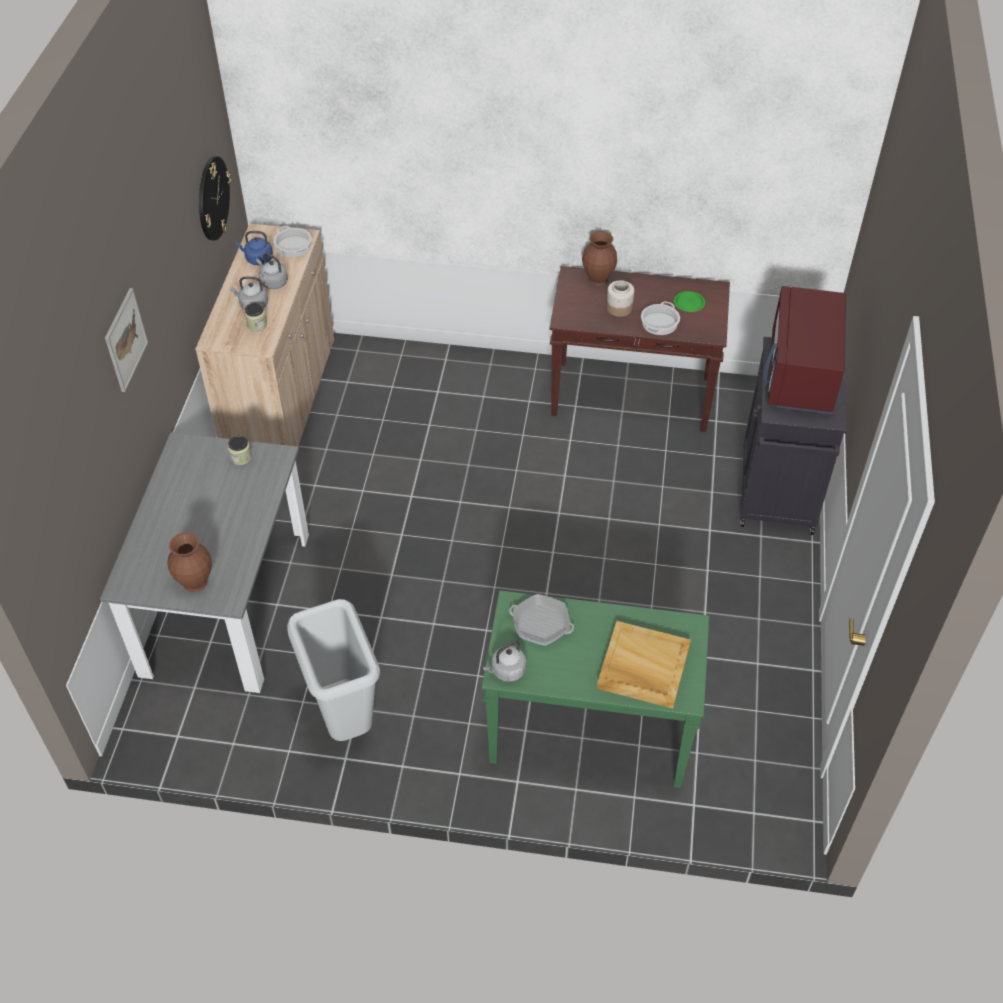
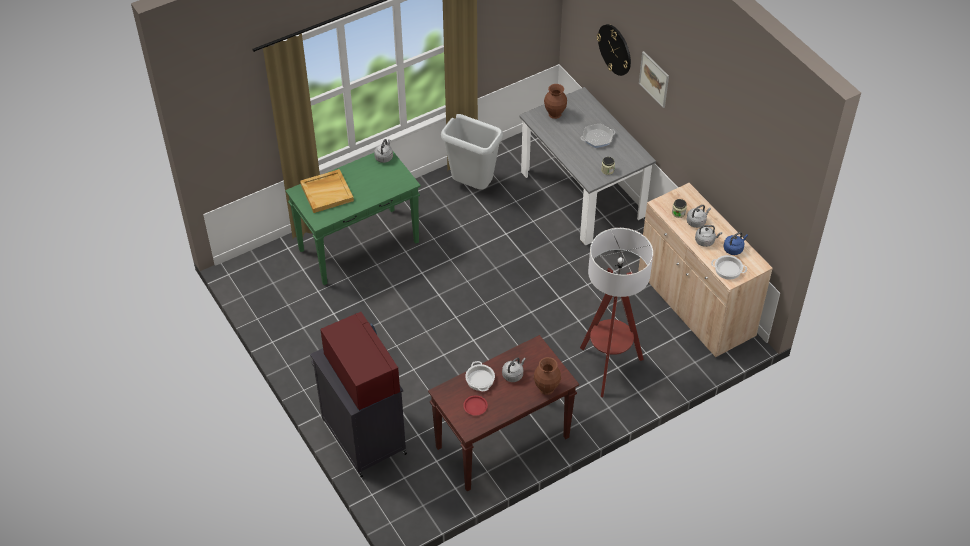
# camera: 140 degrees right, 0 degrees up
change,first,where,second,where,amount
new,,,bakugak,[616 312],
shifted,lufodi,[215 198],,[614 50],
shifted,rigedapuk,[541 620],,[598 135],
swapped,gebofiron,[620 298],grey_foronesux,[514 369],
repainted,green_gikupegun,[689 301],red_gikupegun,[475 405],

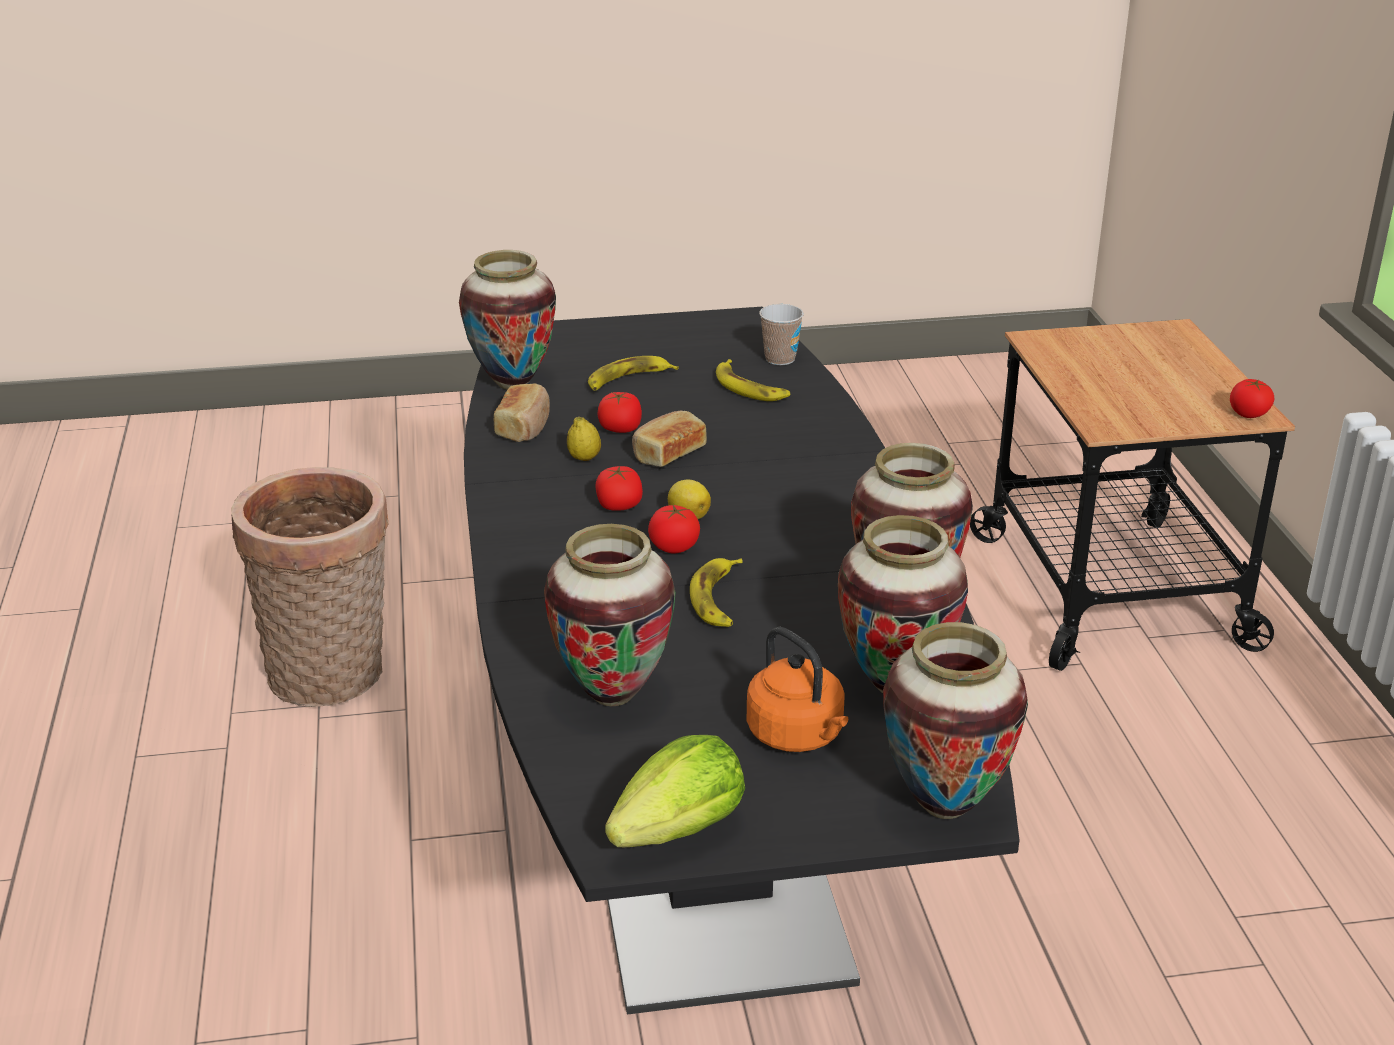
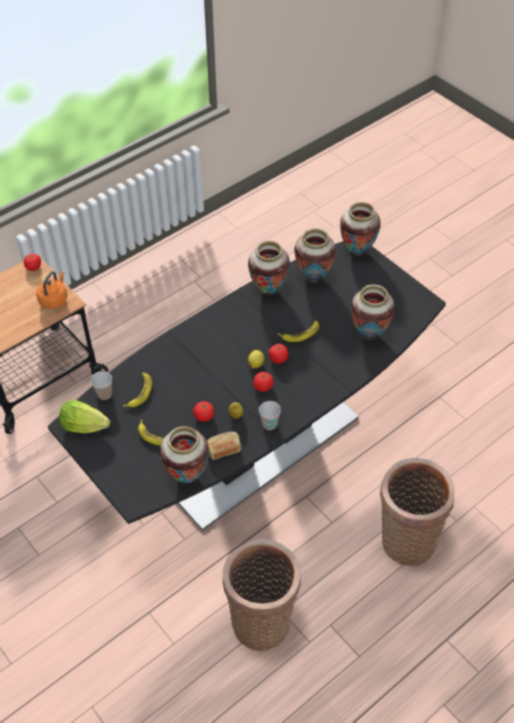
# camera: 120 degrees left, 20 degrees up
change,first,where,second,where,amount
gone,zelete,[669 439],,,
new,,,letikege,[270 415],
new,,,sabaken,[417 512],
shifted,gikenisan,[675 791],,[84 416],
shifted,orange_foronesux,[797 689],,[51 290],

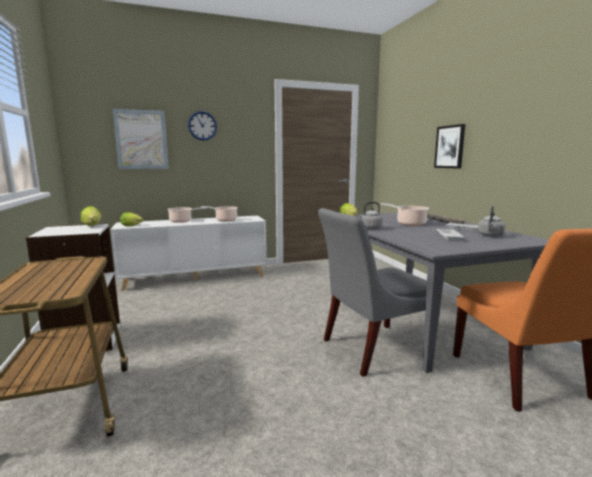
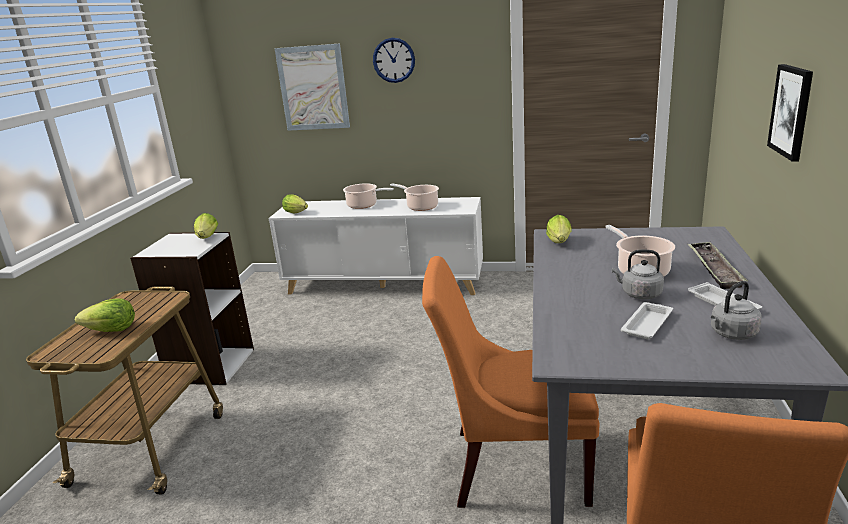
# camera: 30 degrees right, 10 degrees up
change,first,where,second,where,amount
new,,,gikenisan,[105 315],
shifted,grey_foronesux,[369 215],,[638 274],
repainted,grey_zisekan,[372 292],orange_zisekan,[510 382],

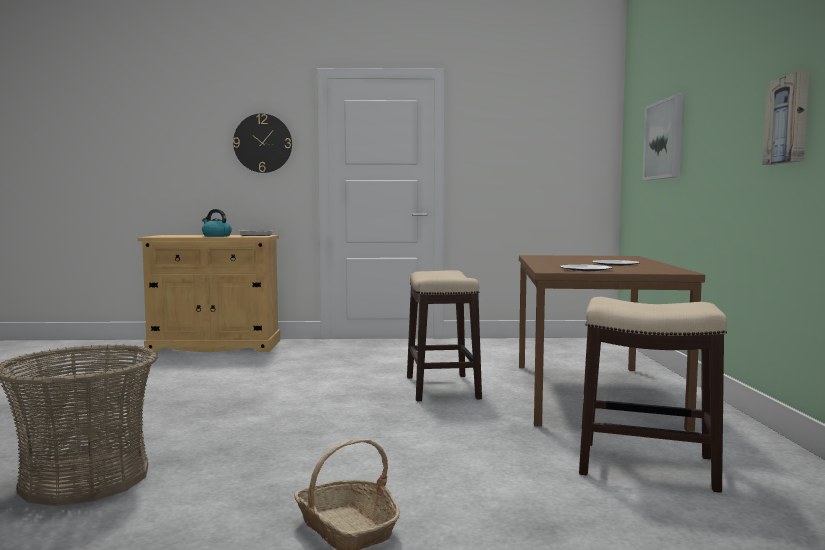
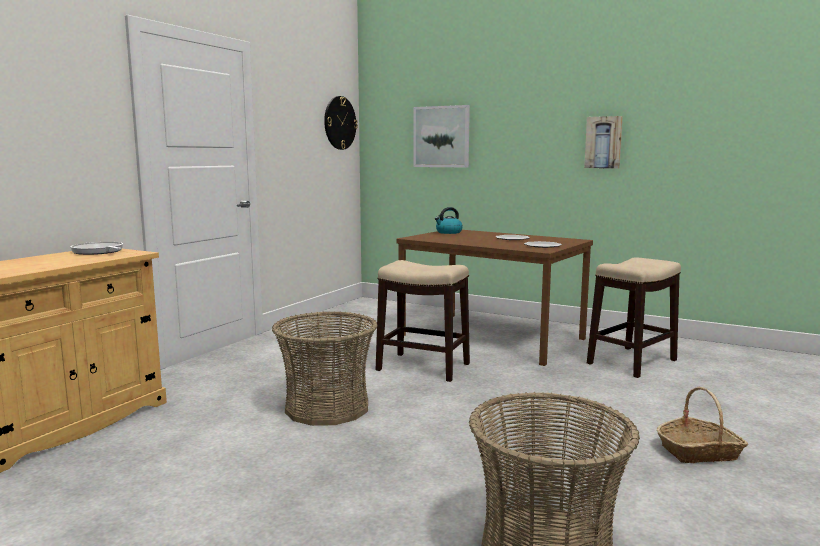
# camera: 60 degrees left, 5 degrees up
change,first,where,second,where,amount
new,,,sabaken,[325 368],
shifted,foronesux,[217 223],,[449 220],
shifted,lufodi,[262 143],,[341 123],

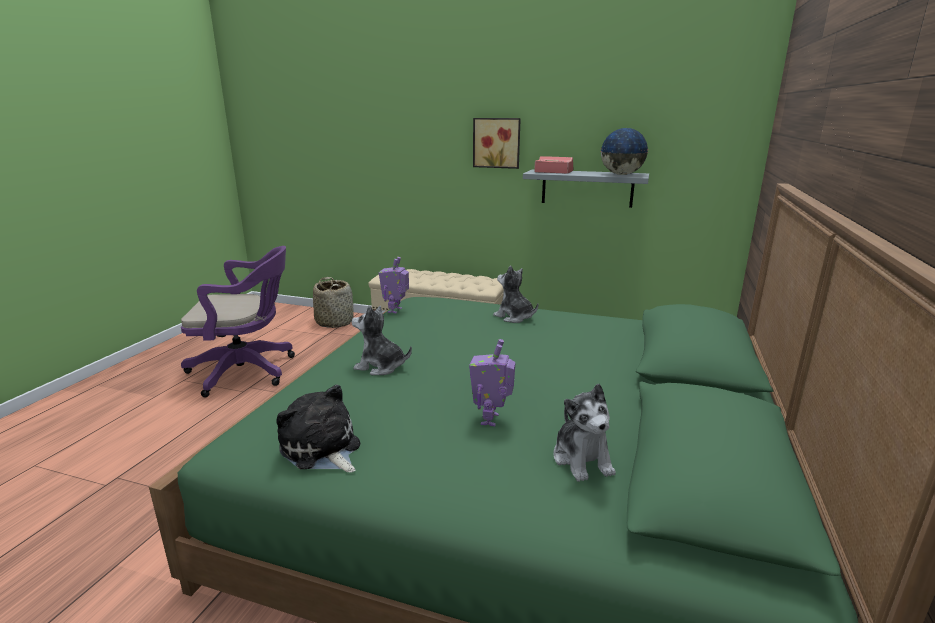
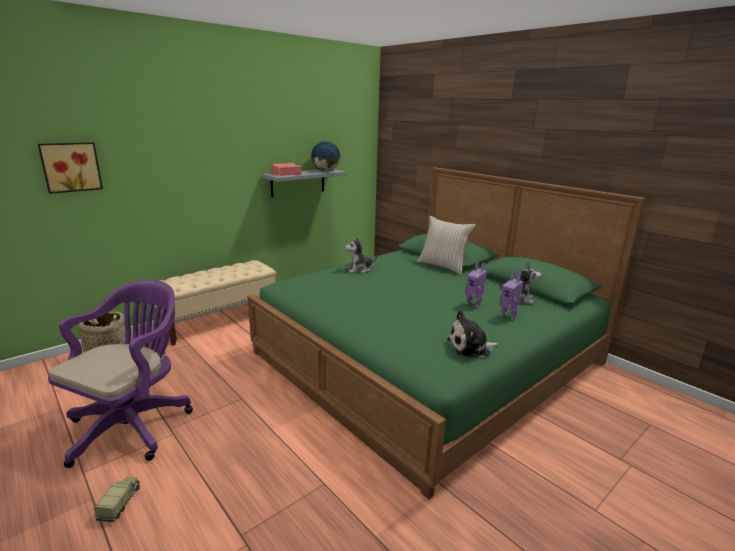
# camera: 60 degrees left, 0 degrees up
change,first,where,second,where,amount
gone,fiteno,[382 340],,,
new,,,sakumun,[117 499],
new,,,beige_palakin,[446 245],
shifted,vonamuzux,[394 285],,[511 295],
shifted,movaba,[497 143],,[70 168],

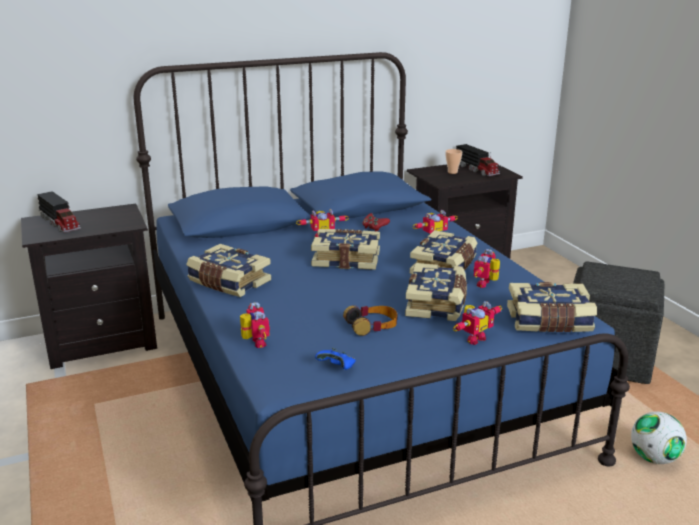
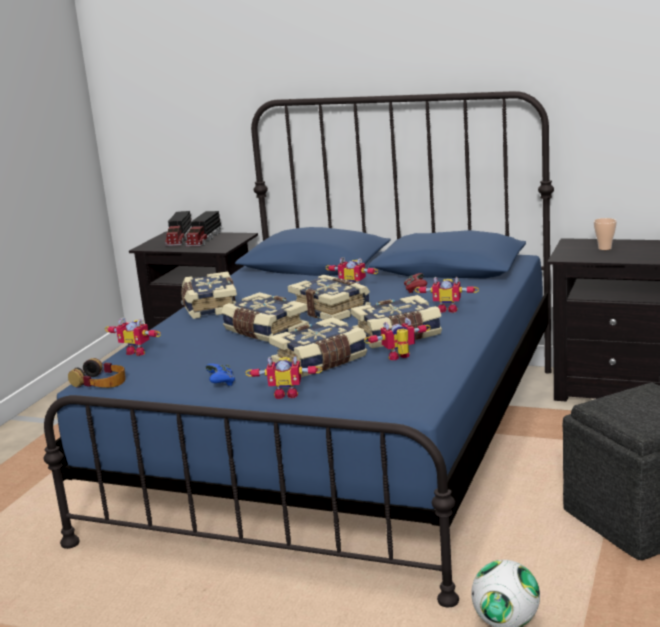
# camera: 45 degrees right, 5 degrees down
change,first,where,second,where,amount
shifted,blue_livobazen,[335 359],,[220 375],
shifted,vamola,[370 320],,[97 373],
shifted,sakumun,[478 160],,[203 229],
shifted,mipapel,[552 307],,[265 317],
rotated,vonamuzux,[255 325],,[133 336],90 degrees clockwise

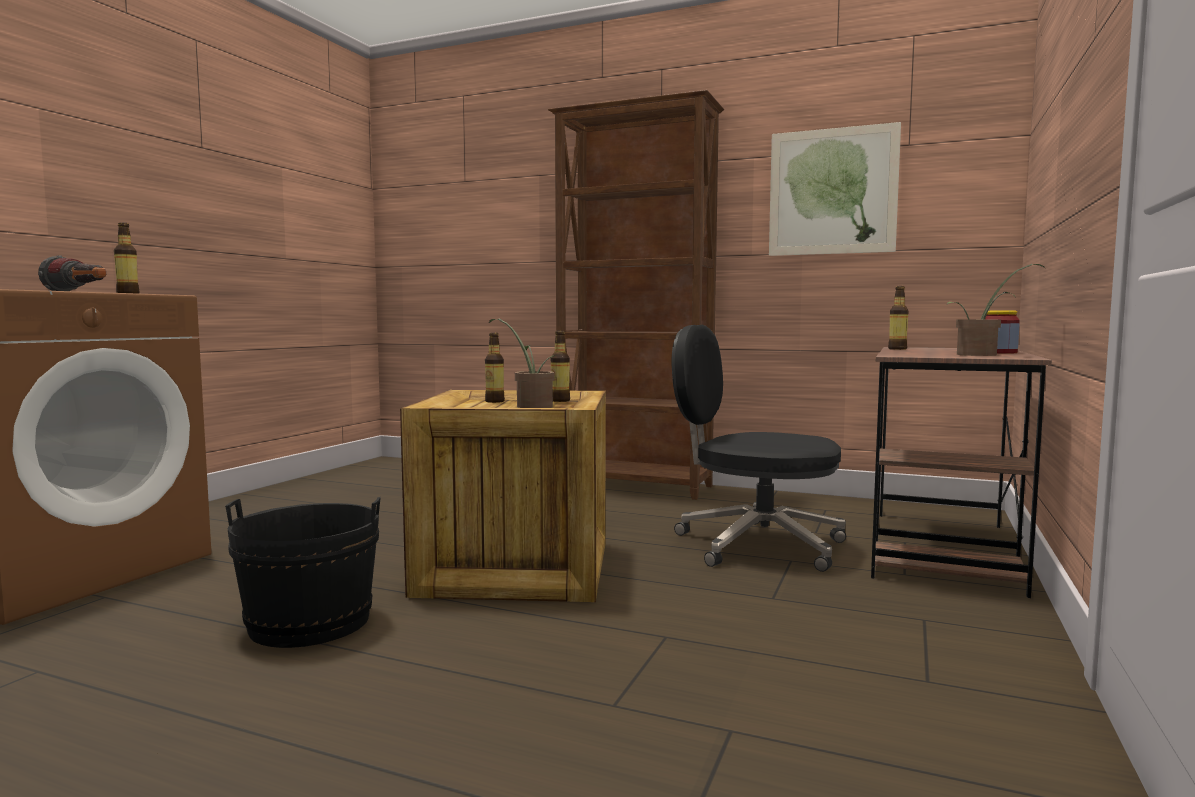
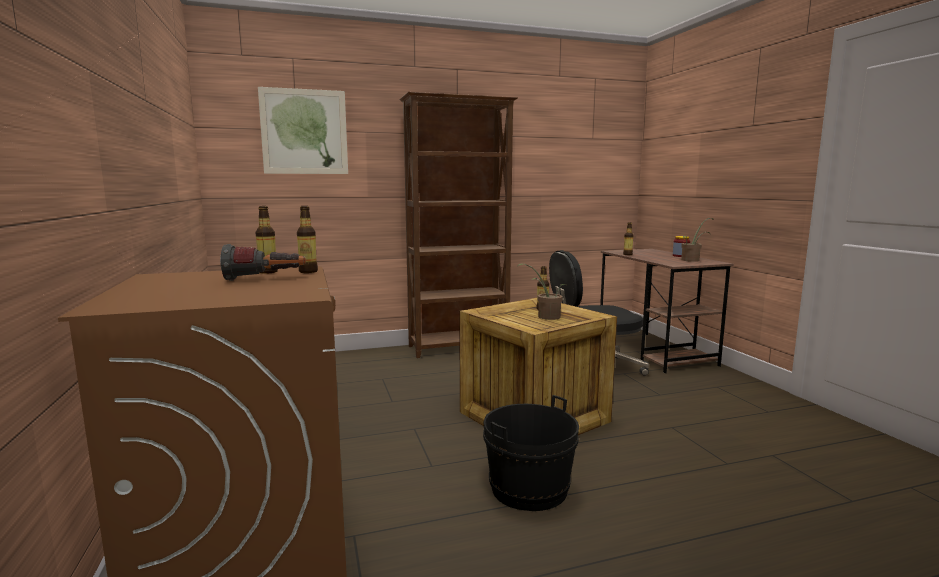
# camera: 40 degrees left, 5 degrees up
change,first,where,second,where,amount
shifted,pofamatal,[495 367],,[307 239],
shifted,movaba,[835 189],,[303 130],

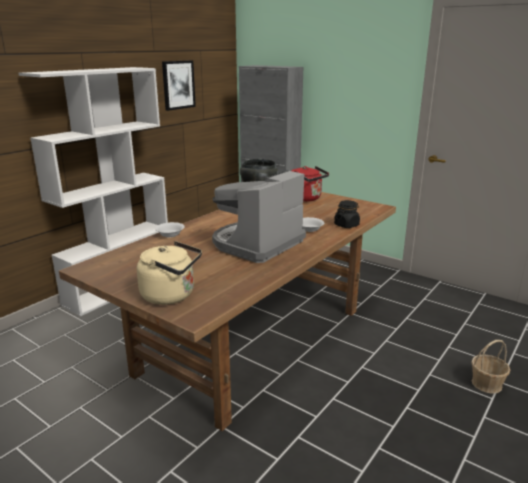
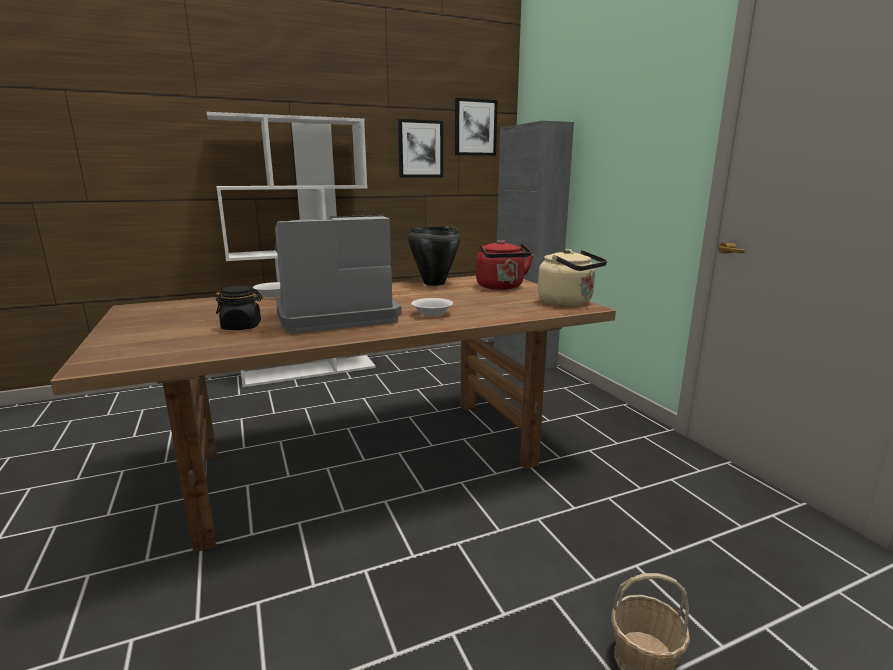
# camera: 30 degrees right, 5 degrees down
change,first,where,second,where,amount
new,,,movaba,[476 127],
shifted,beige_foronesux,[169 273],,[572 277],
shifted,black_gebofiron,[347 214],,[239 308],

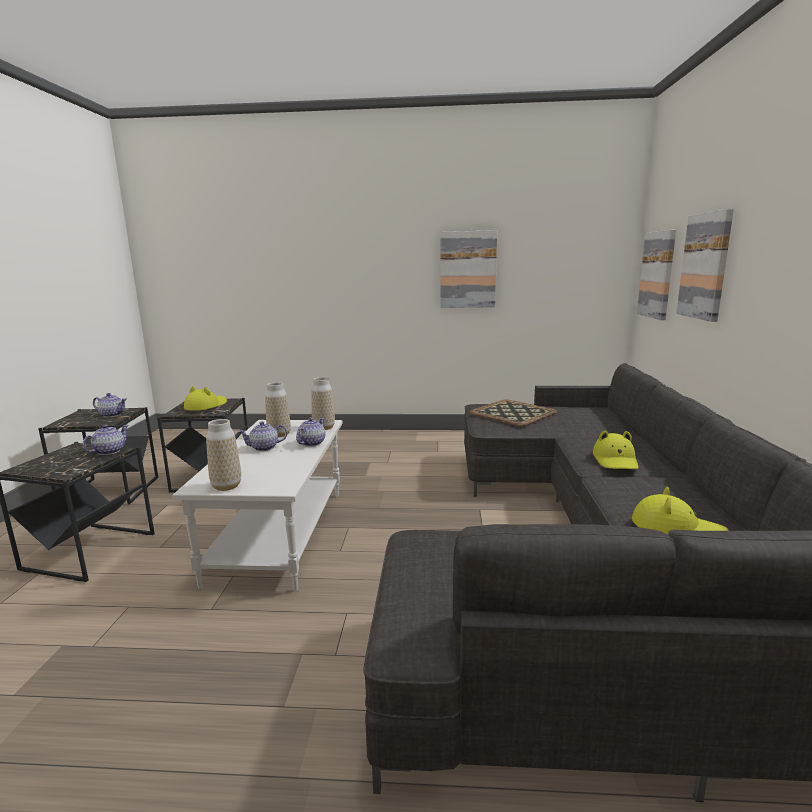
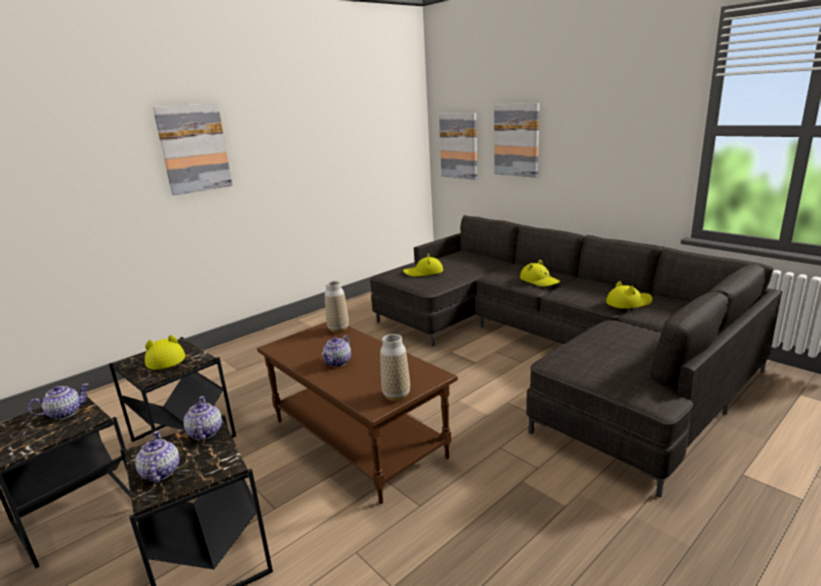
# camera: 45 degrees left, 5 degrees up
change,first,where,second,where,amount
gone,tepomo,[278 409],,,
shifted,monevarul,[310 432],,[157 457],
shifted,movaba,[469 269],,[193 149],
swapped,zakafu,[513 412],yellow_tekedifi,[423 265],
repainted,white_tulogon,[257 505],brown_tulogon,[357 413],

